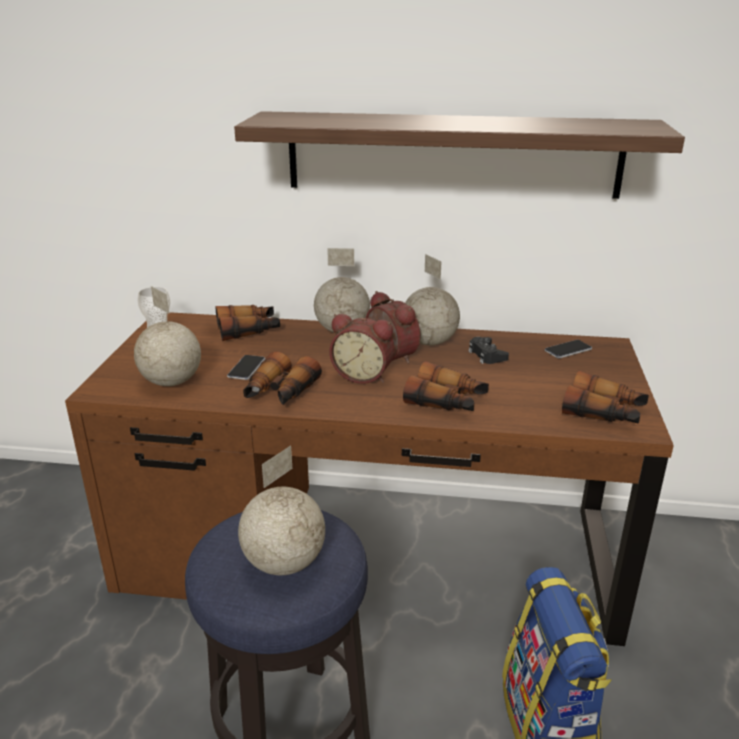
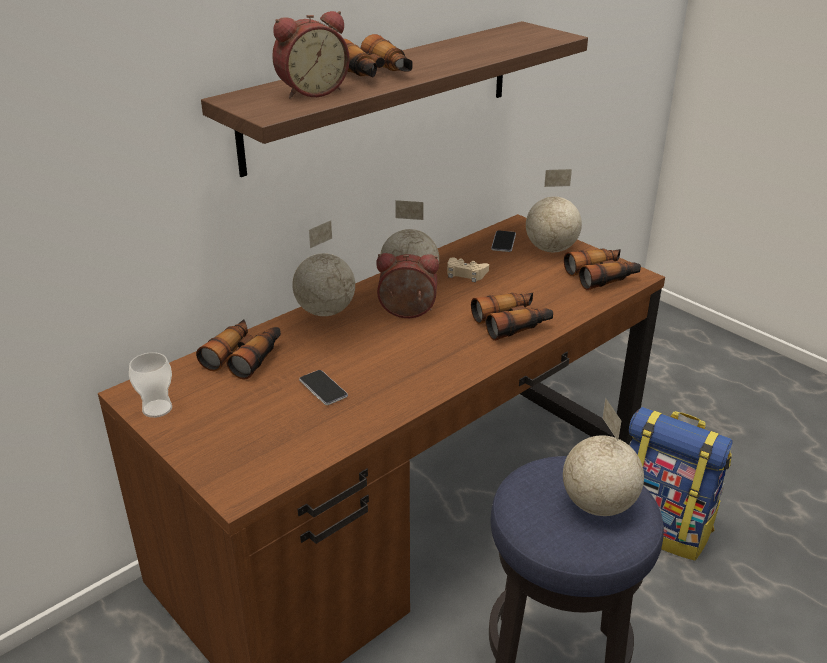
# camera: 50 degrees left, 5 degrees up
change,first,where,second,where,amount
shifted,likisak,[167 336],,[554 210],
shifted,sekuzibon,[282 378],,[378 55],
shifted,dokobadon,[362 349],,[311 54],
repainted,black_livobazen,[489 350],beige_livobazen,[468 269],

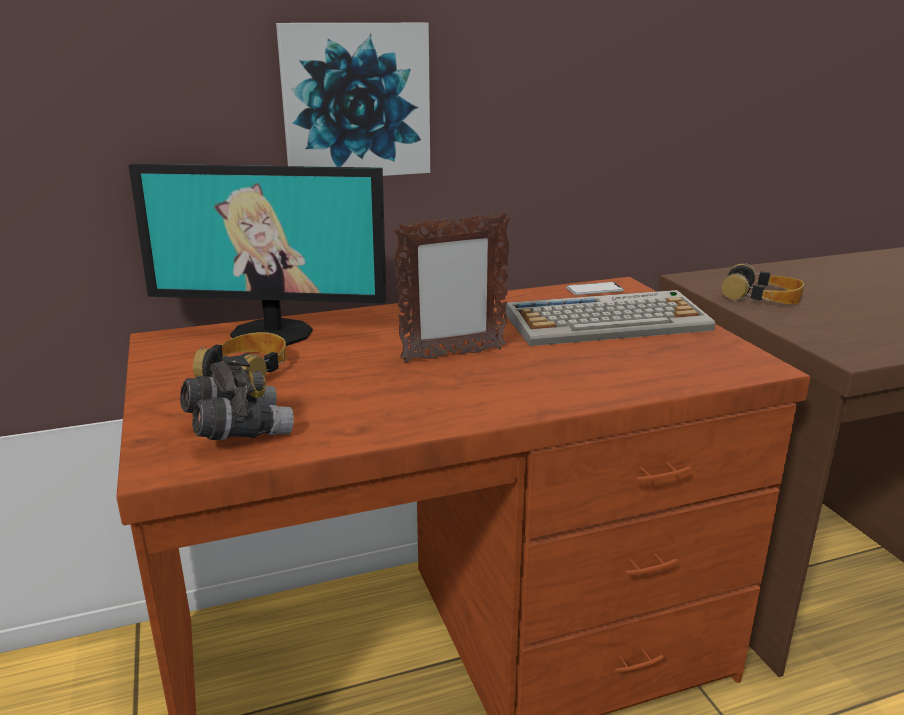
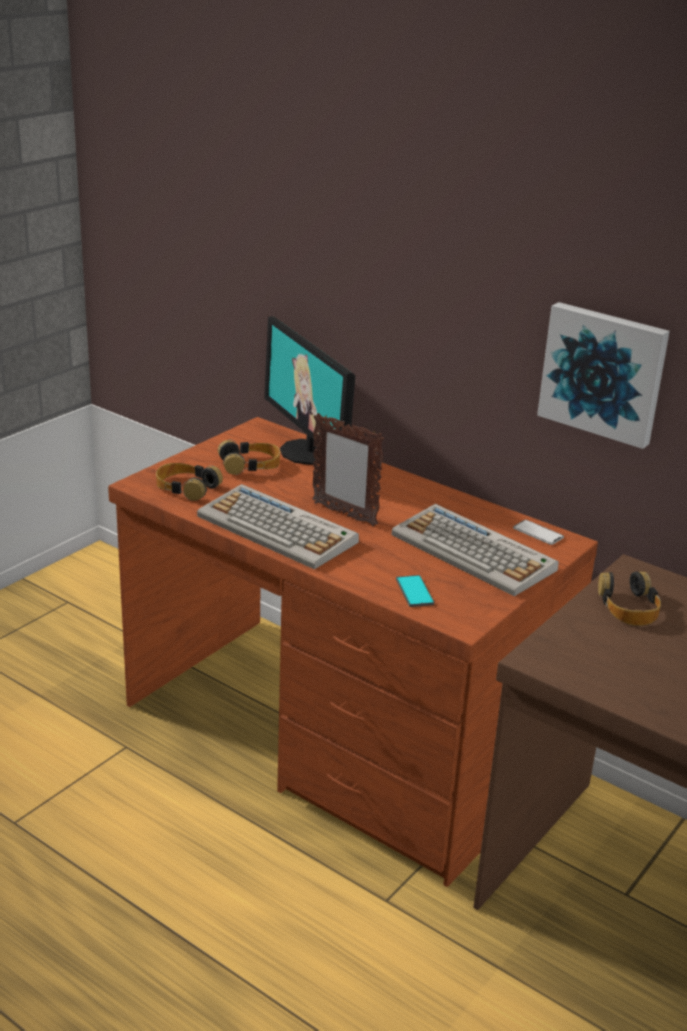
# camera: 55 degrees right, 5 degrees up
change,first,where,second,where,amount
new,,,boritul,[278 526],
new,,,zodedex,[415 591],
shifted,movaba,[353 99],,[603 375],
swapped,grey_sekuzibon,[237 398],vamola,[189 482],

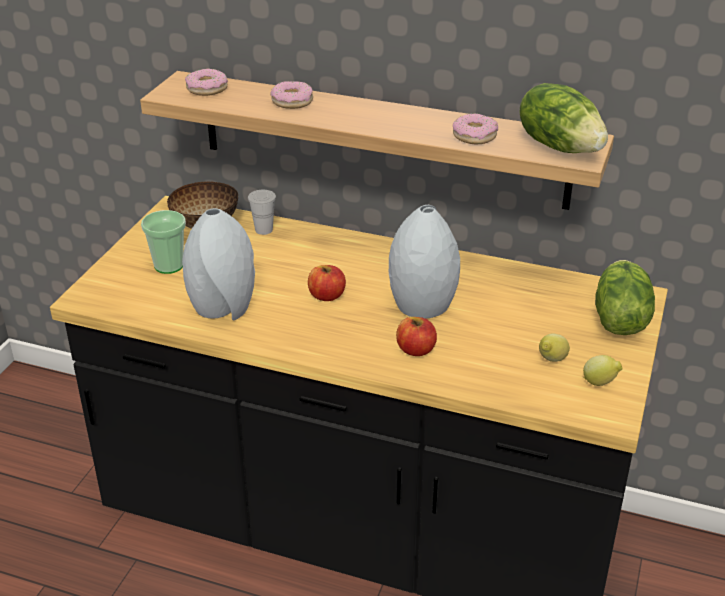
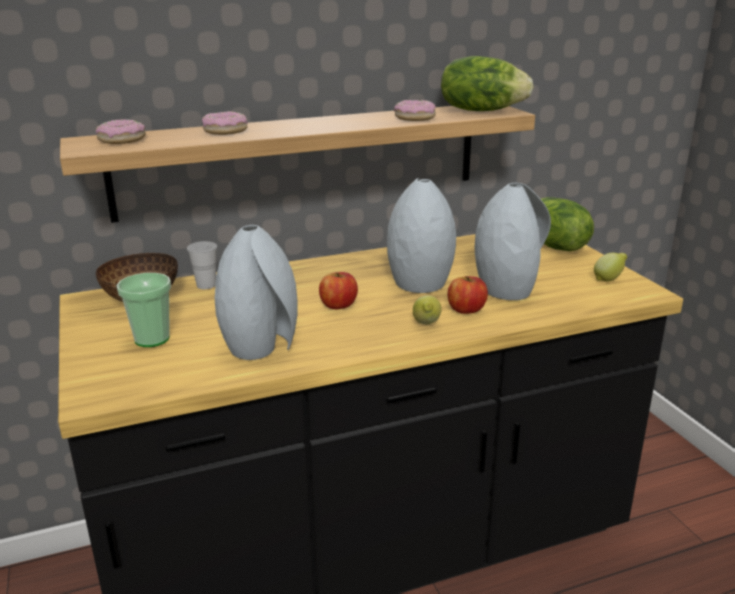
# camera: 40 degrees left, 10 degrees down
change,first,where,second,where,amount
new,,,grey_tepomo,[513 241],
shifted,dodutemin,[554 347],,[427 310],

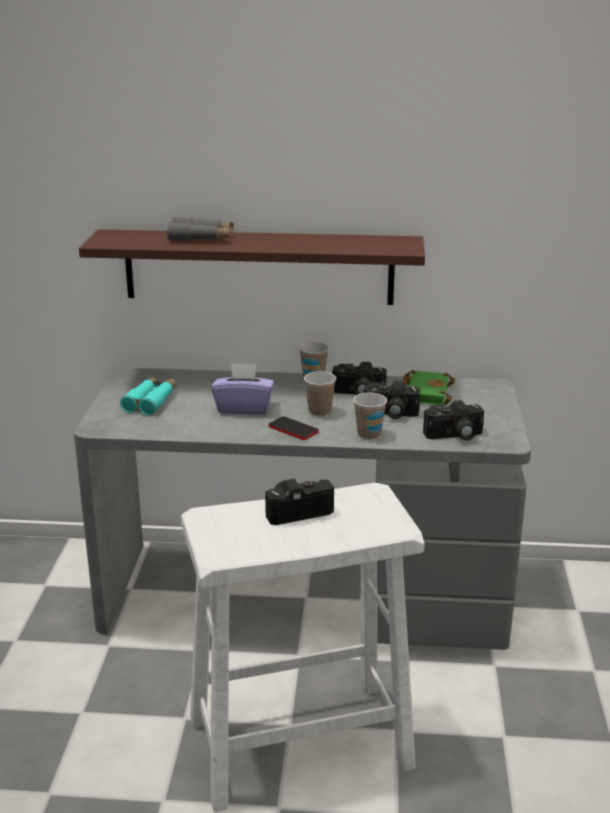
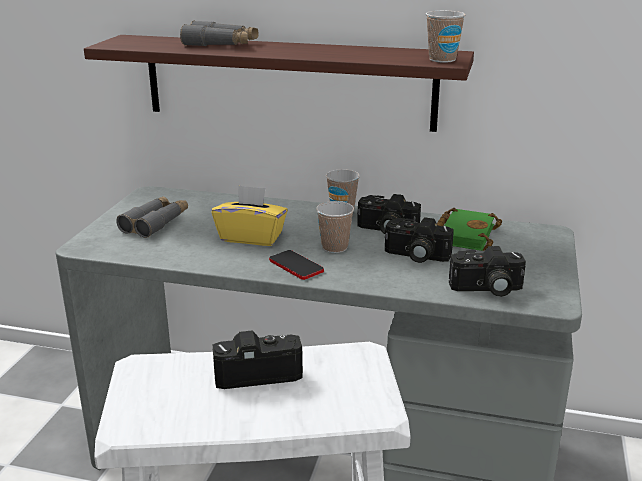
# camera: 10 degrees right, 0 degrees up
change,first,where,second,where,amount
shifted,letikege,[370 416],,[446 37],
repainted,turquoise_sekuzibon,[148 396],grey_sekuzibon,[152 217],
repainted,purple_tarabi,[242 389],yellow_tarabi,[249 215],

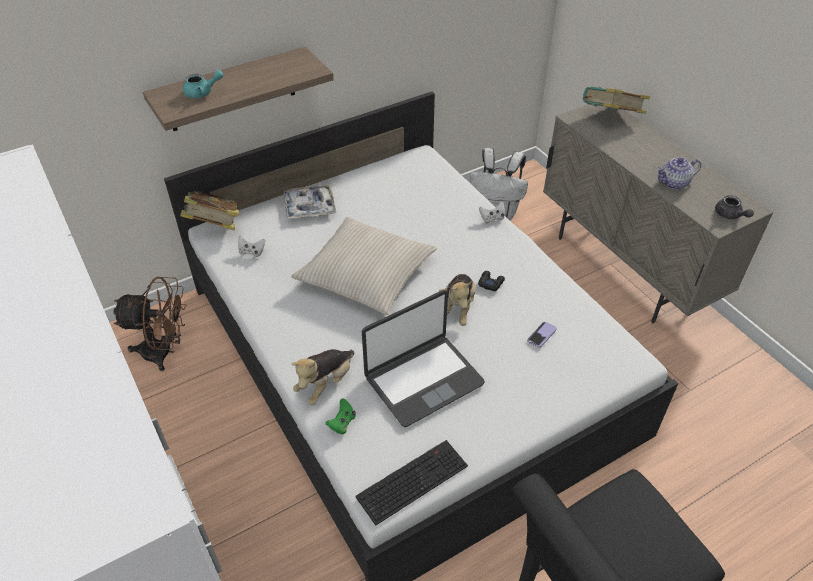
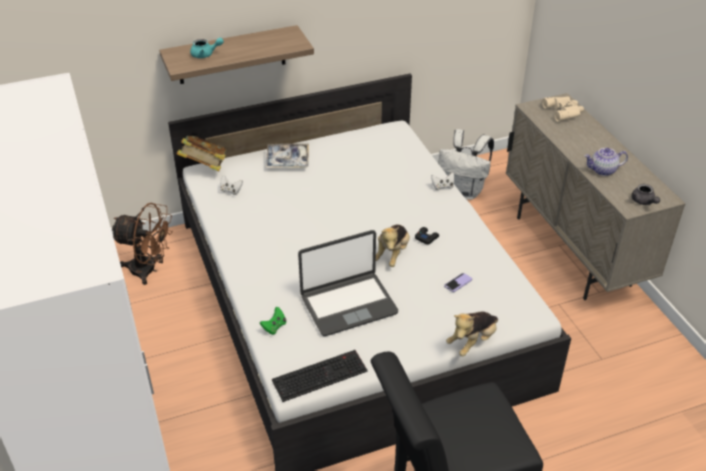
# camera: 10 degrees right, 5 degrees down
change,first,where,second,where,amount
gone,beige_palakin,[364 266],,,
shifted,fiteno,[322 377],,[472 333],
swapped,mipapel,[616 100],beige_sekuzibon,[563 109],

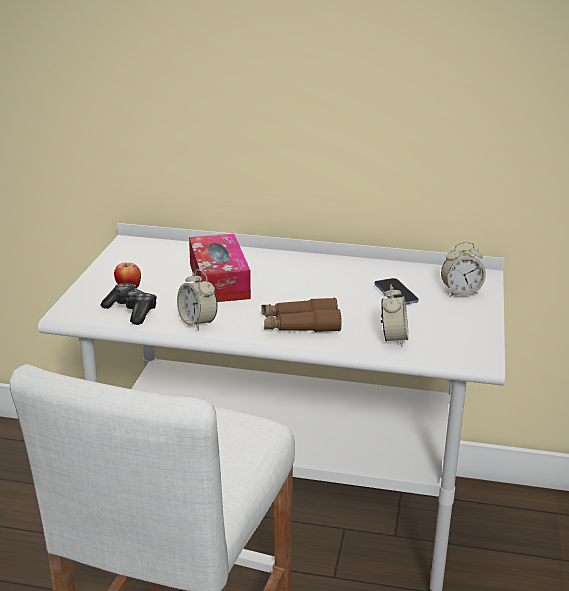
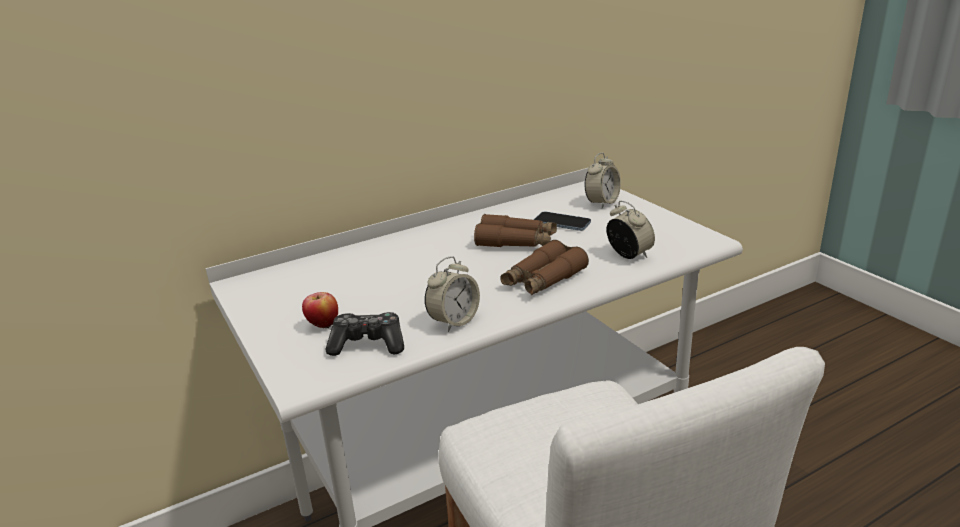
# camera: 40 degrees left, 0 degrees up
change,first,where,second,where,amount
gone,tarabi,[220 268],,,
new,,,brown_sekuzibon,[515 230],
rotated,dokobadon,[197 300],,[452 294],60 degrees counterclockwise

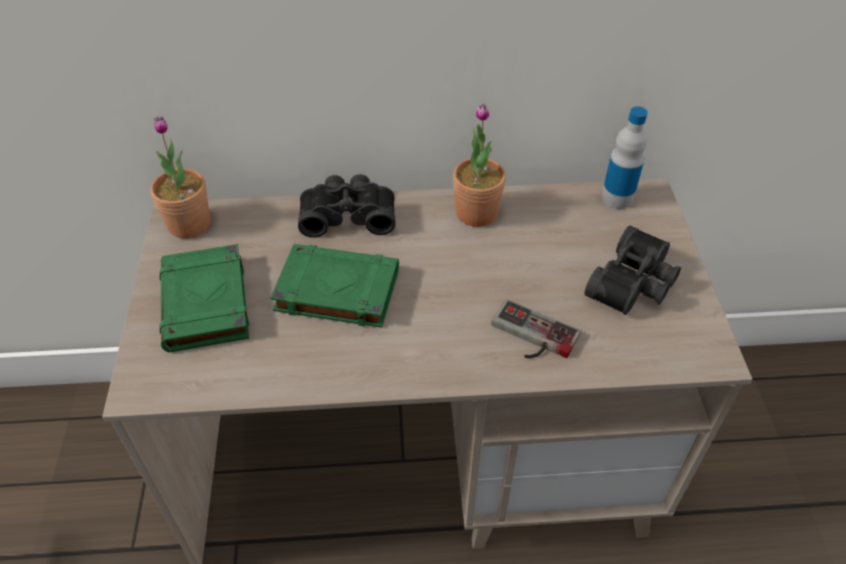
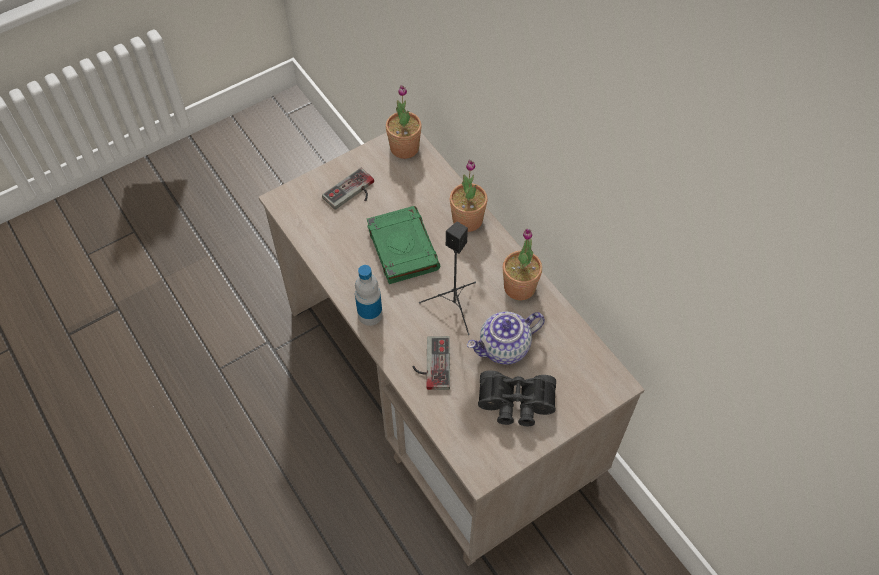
# camera: 60 degrees right, 10 degrees up
change,first,where,second,where,amount
new,,,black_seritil,[447 278],
new,,,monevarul,[506 338],
shifted,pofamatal,[625 158],,[369 295],
swapped,green_mipapel,[204 298],livobazen,[348 189],
swapped,black_sekuzibon,[347 206],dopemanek,[469 196],

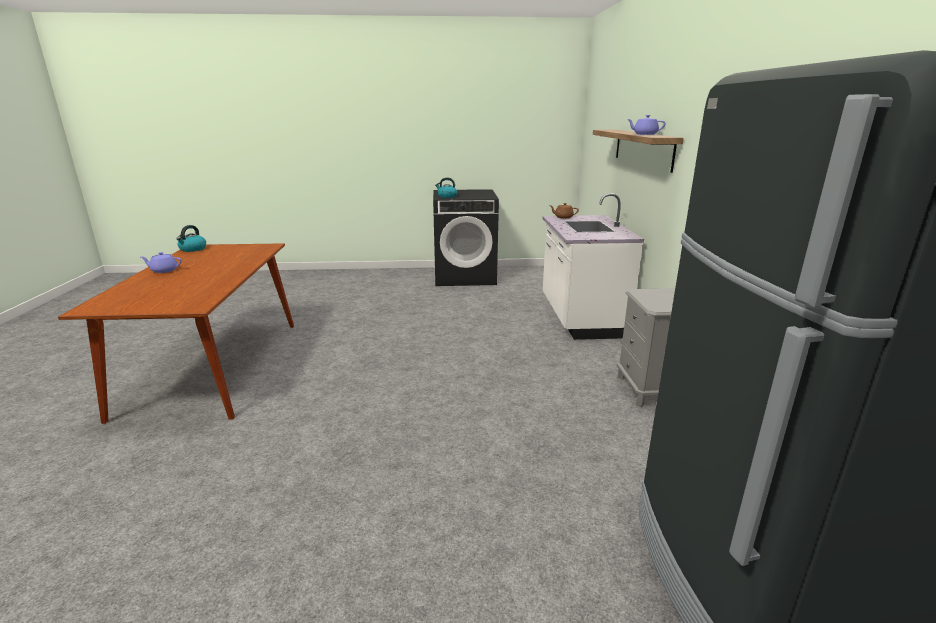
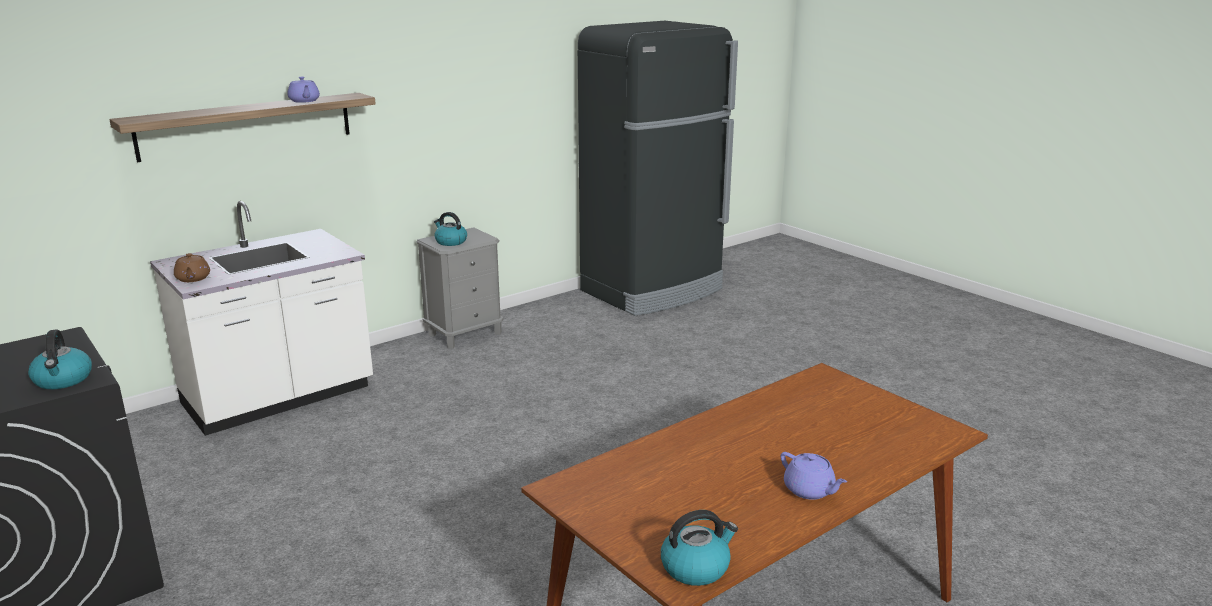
# camera: 125 degrees left, 0 degrees up
change,first,where,second,where,amount
new,,,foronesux,[450 229],

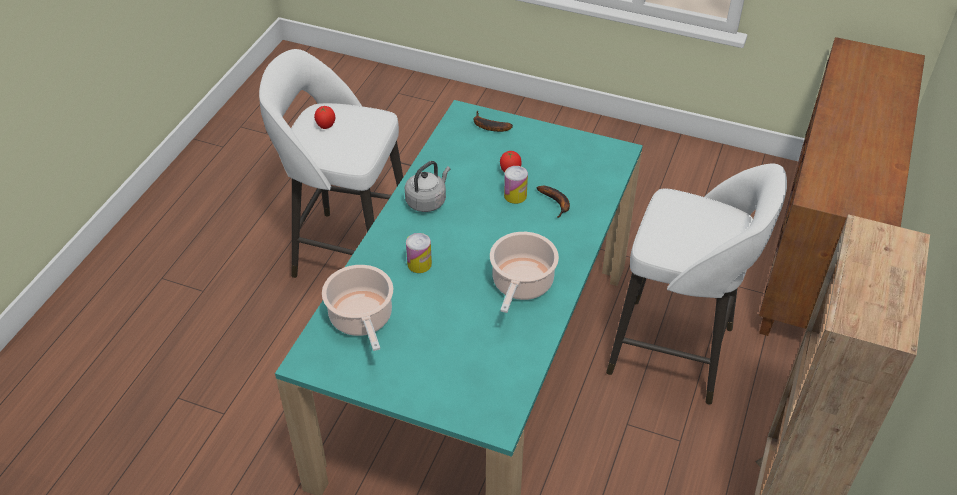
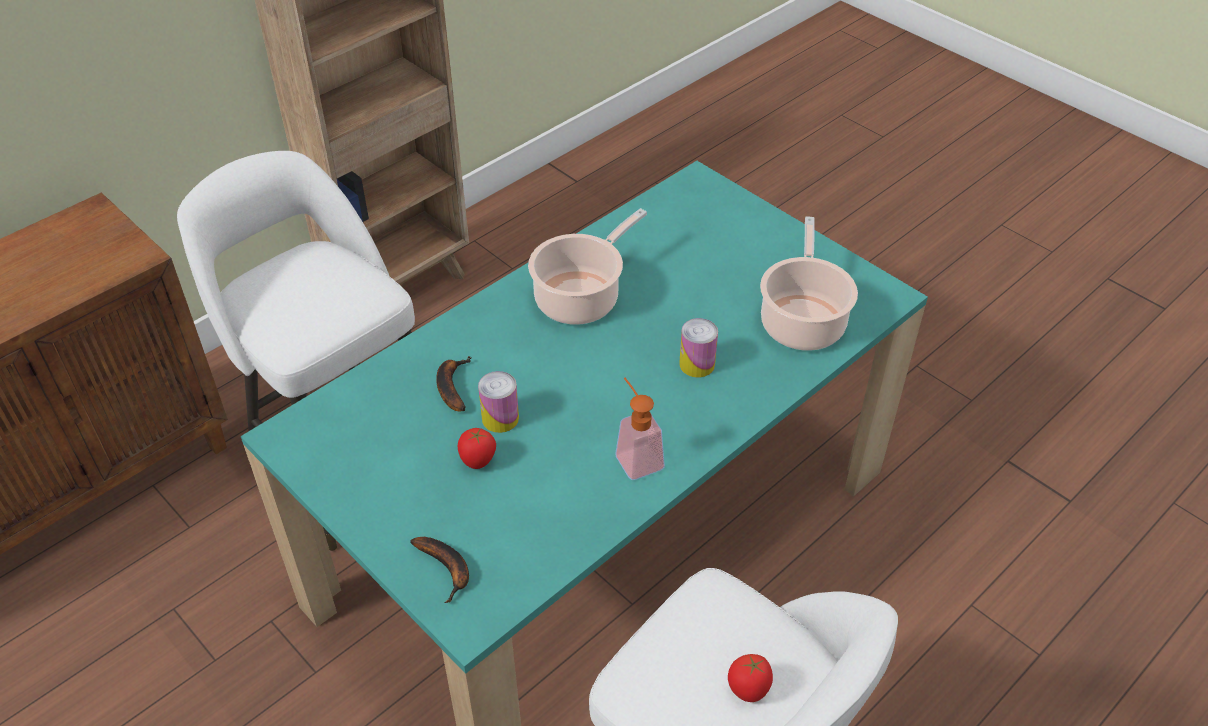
# camera: 155 degrees left, 0 degrees up
change,first,where,second,where,amount
swapped,grey_foronesux,[427 186],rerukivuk,[640 428],

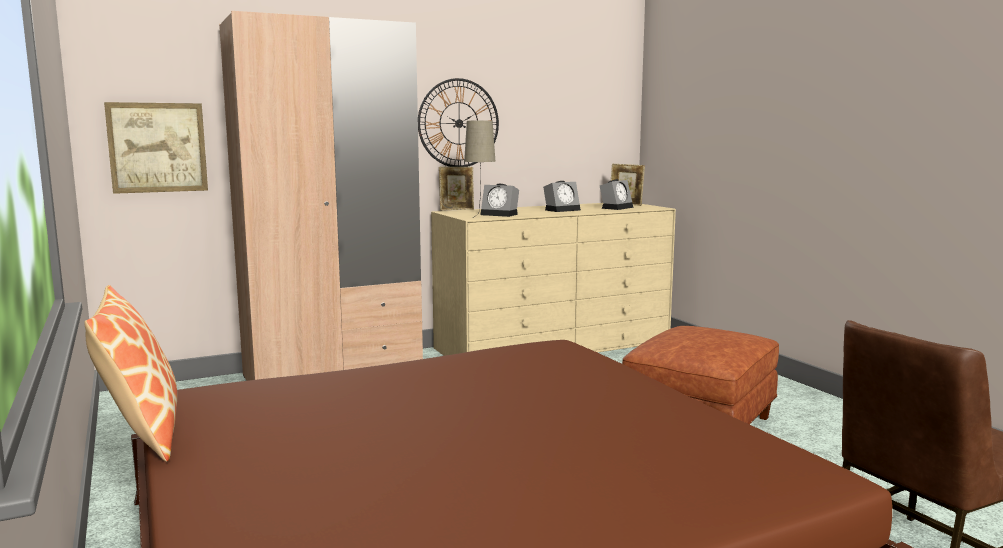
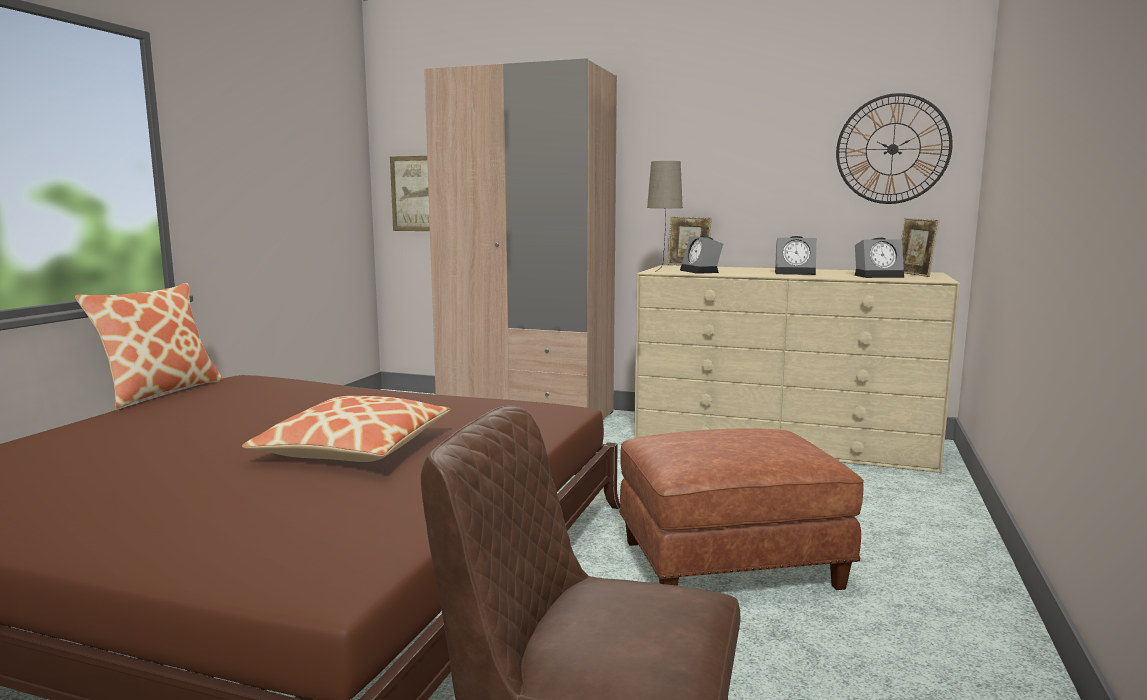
# camera: 45 degrees right, 0 degrees up
change,first,where,second,where,amount
new,,,palakin,[346 429],
shifted,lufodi,[458 122],,[894 148],

